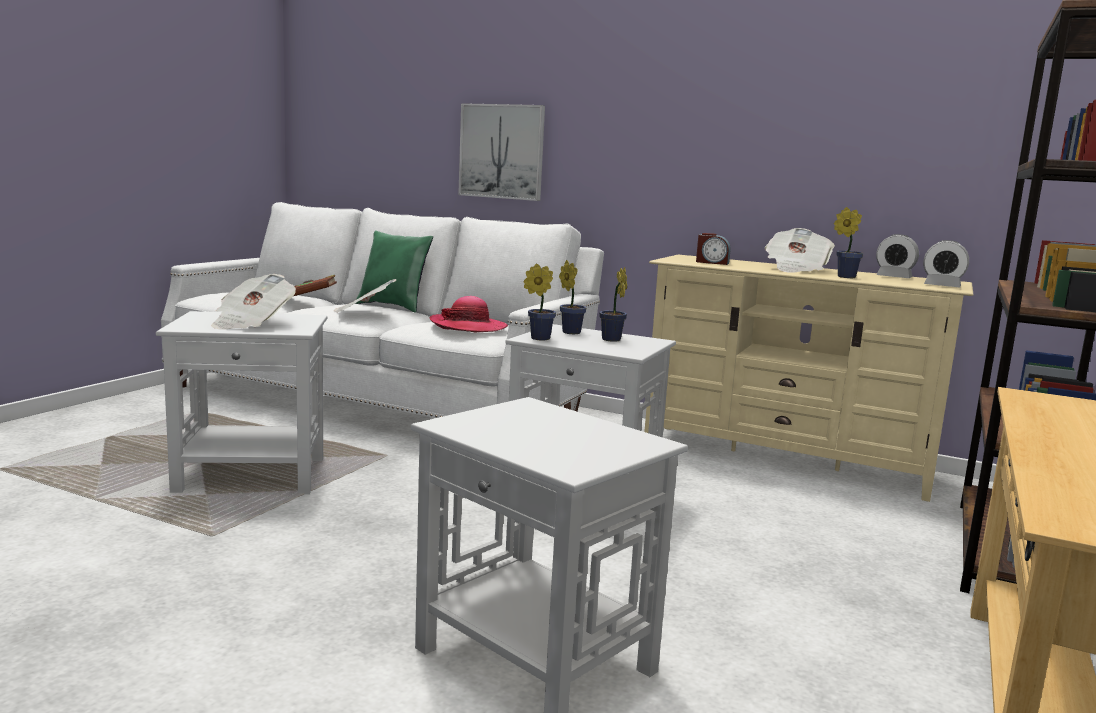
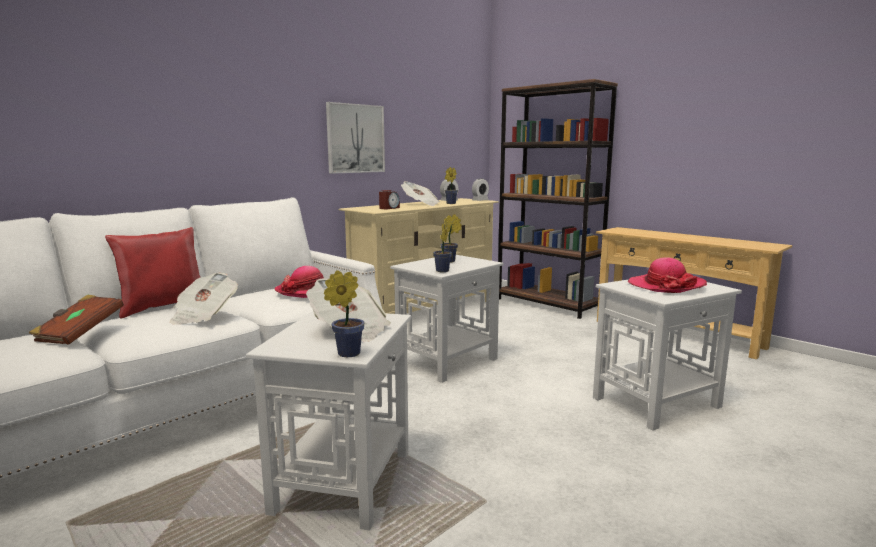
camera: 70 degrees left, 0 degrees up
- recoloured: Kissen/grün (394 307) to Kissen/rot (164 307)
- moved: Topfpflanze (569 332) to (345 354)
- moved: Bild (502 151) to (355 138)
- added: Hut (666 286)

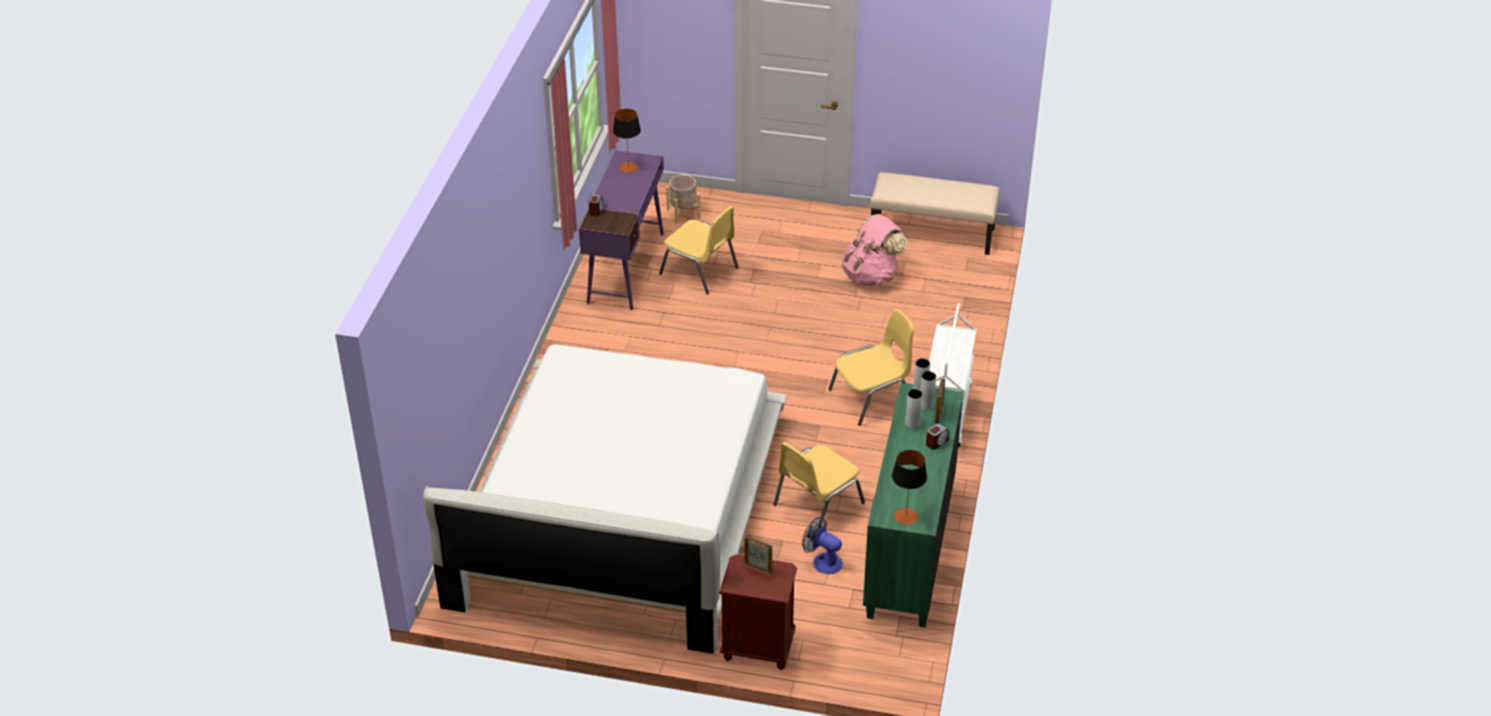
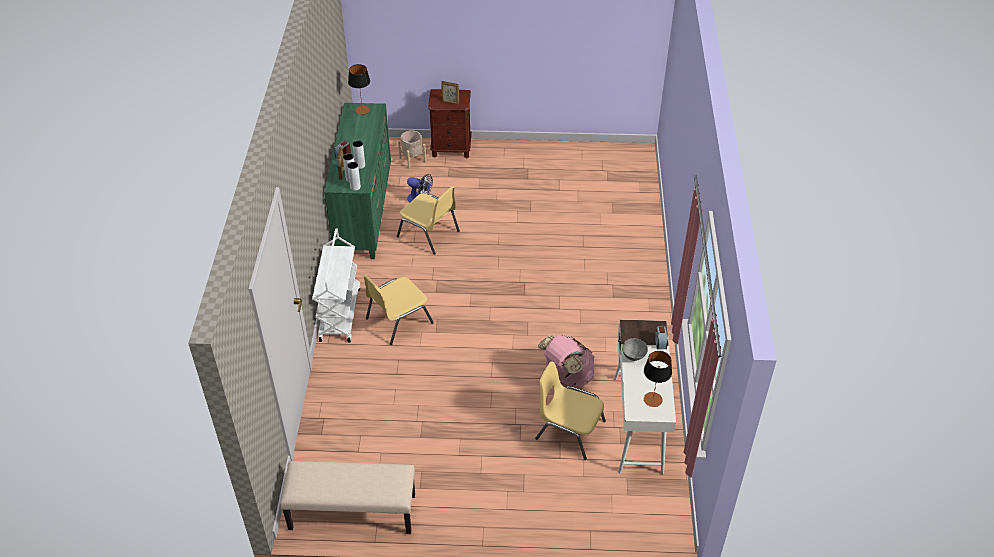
camera: 170 degrees right, 5 degrees up
- turned: Stuhl/gelb (816 504) = (429 234) 90 degrees clockwise
- moved: Pflanzkübel/beige (683 213) to (412 159)
- moved: Rucksack/rosa (871 275) to (567 375)
- recoloured: Schreibtisch/lila (626 267) to Schreibtisch/weiß (638 425)
- added: Schüssel/grau (634 355)
- removed: Bett/weiß (620 509)

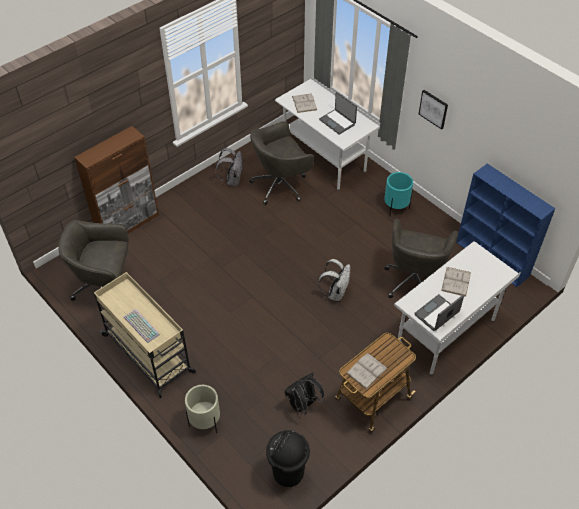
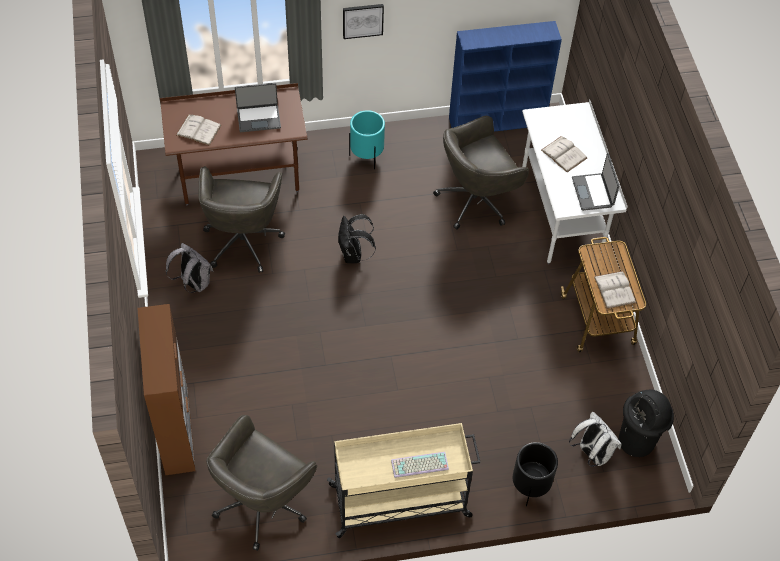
camera: 60 degrees left, 5 degrees up
- recoloured: Schreibtisch/weiß (324 160) to Schreibtisch/braun (239 177)
- moved: Rucksack/schwarz (303 405) to (353 255)
- turned: Bürostuhl/grau (414 280) = (476 200) 105 degrees clockwise
- recoloured: Pflanzkübel/beige (205 422) to Pflanzkübel/schwarz (530 487)
- moved: Rucksack/weiß (335 293) to (591 453)

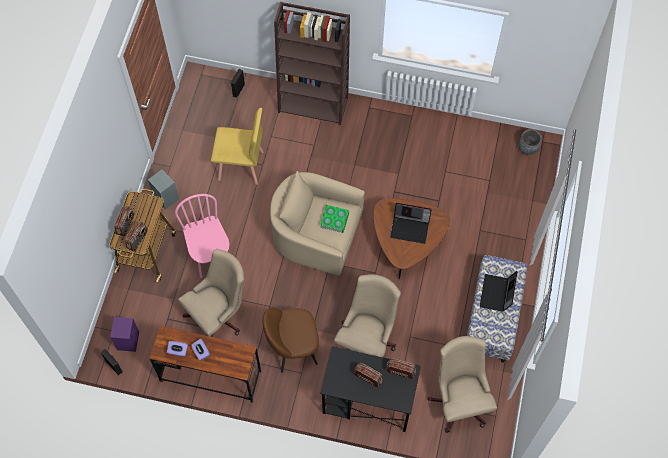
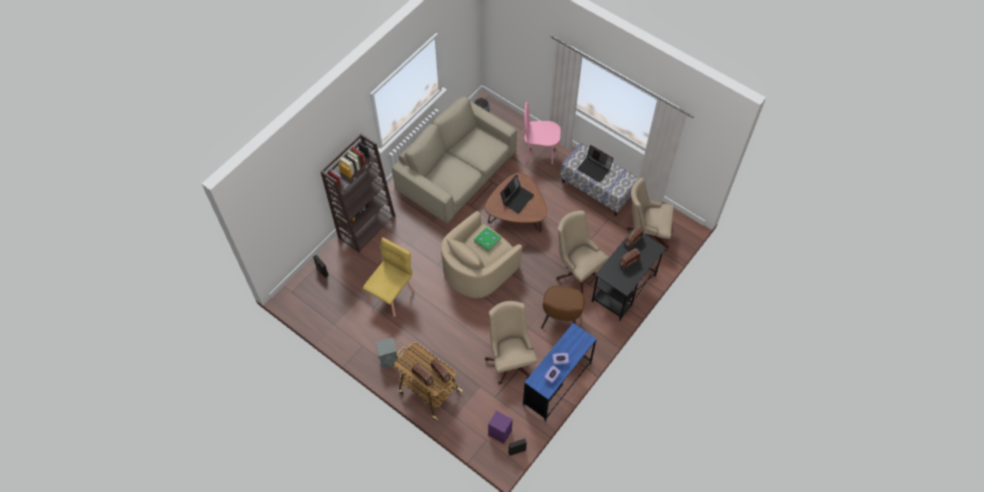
camera: 65 degrees left, 5 degrees down
- added: Sofa/beige (457 172)
- recoloured: Schreibtisch/braun (210 376) to Schreibtisch/blau (557 384)
- moved: Stuhl/rosa (210 257) to (539 153)

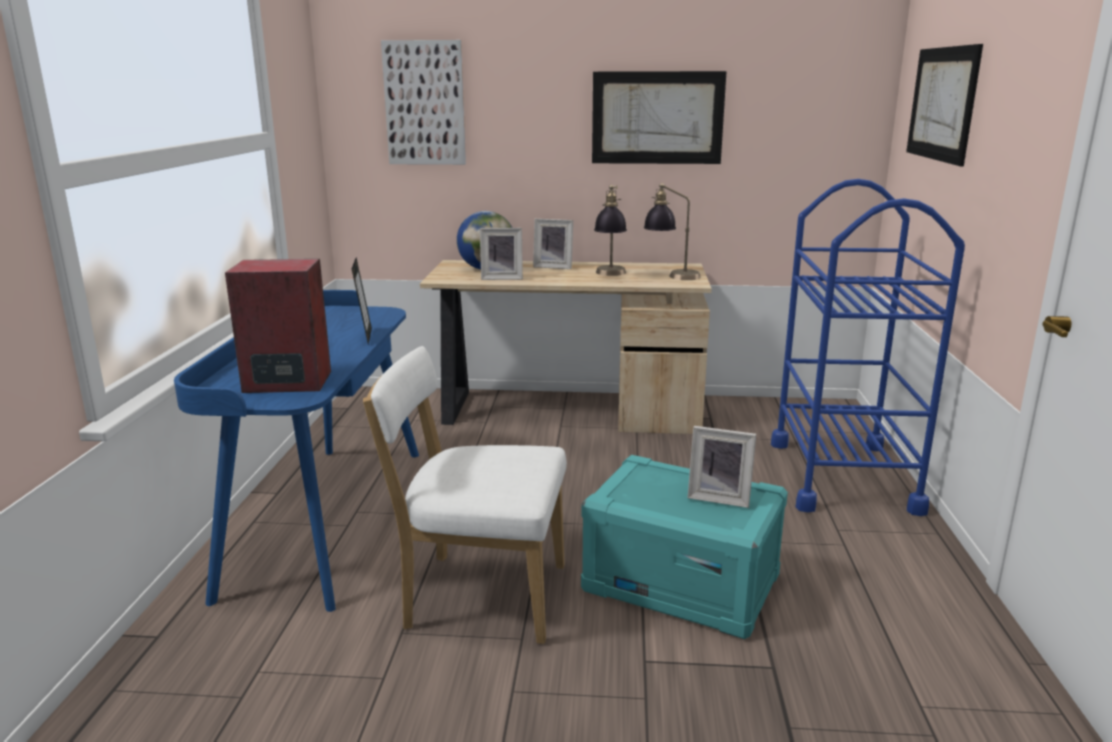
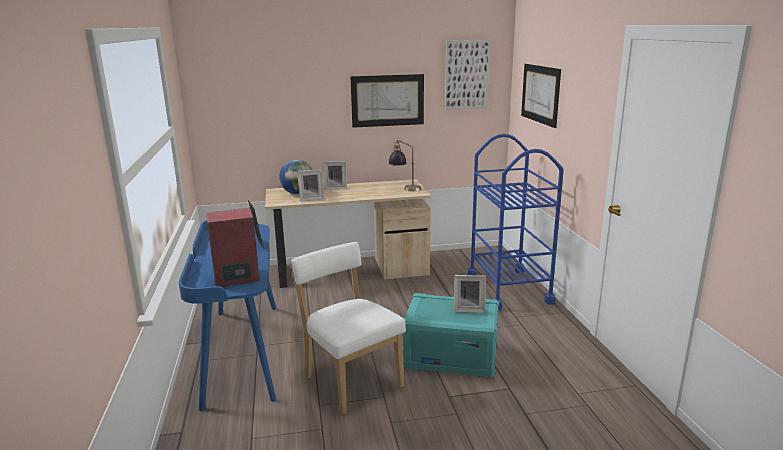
camera: 15 degrees left, 0 degrees up
- turned: Stuhl/weiß (478 596) = (350 379) 60 degrees clockwise
- moved: Bild (424 103) to (466 75)
- removed: Tischlampe (610 275)

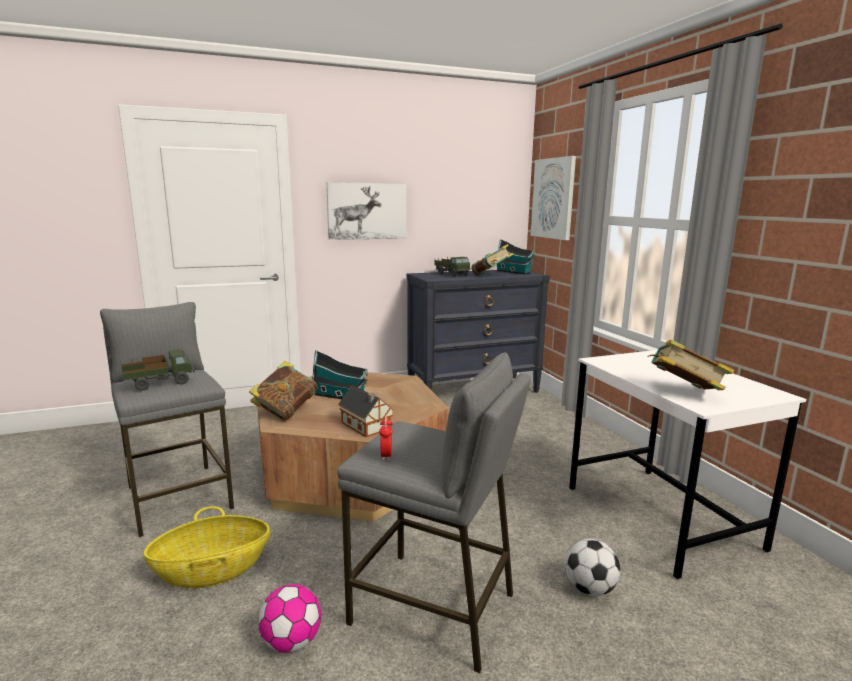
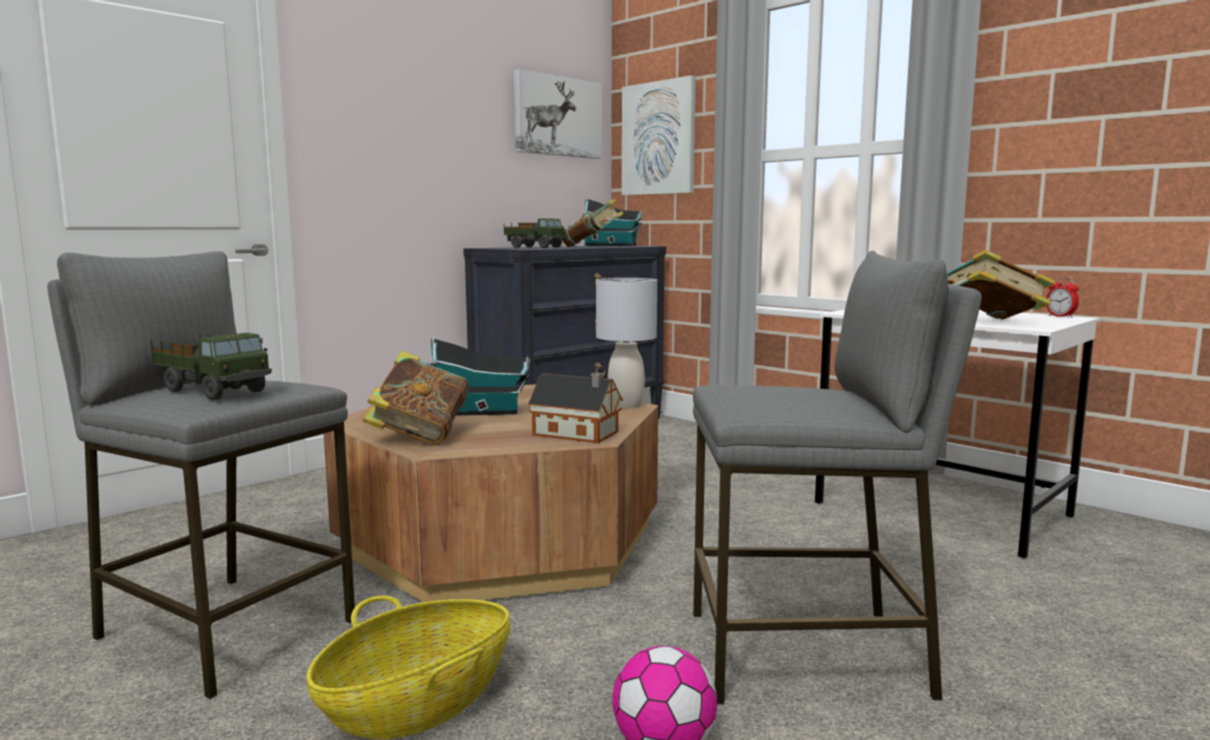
camera: 25 degrees left, 5 degrees down
- turned: Spielzeuglaster (159 383) = (213 391) 90 degrees clockwise
- moved: Bild (367 211) to (557 116)
- added: Tischlampe/grau (626 405)
- moved: Wecker (386 455) to (1060 316)
- removed: Fußball (589 589)

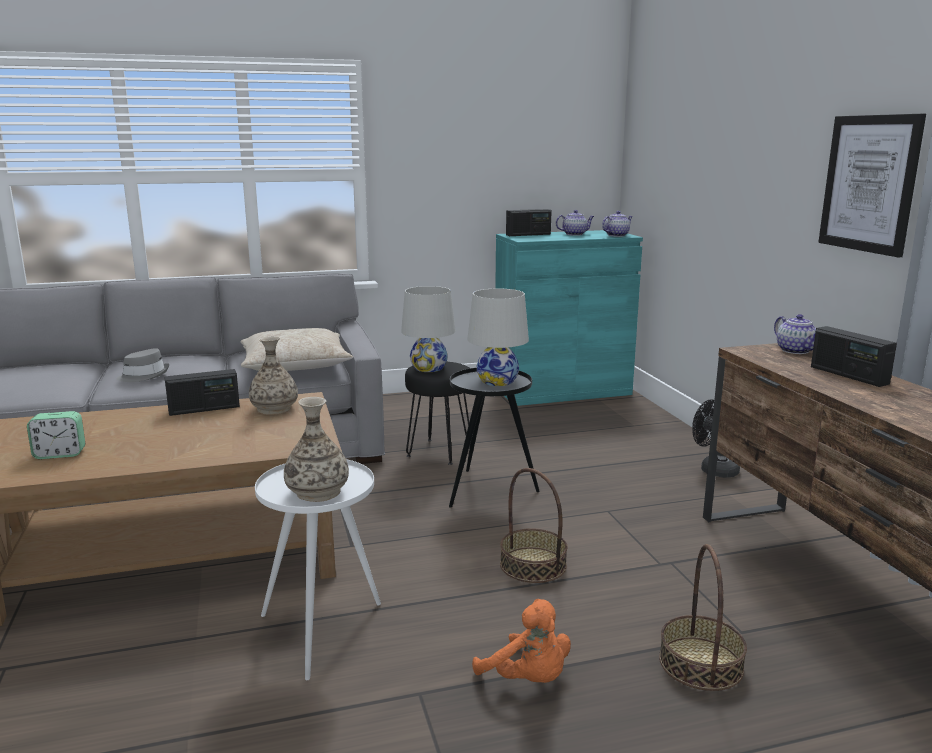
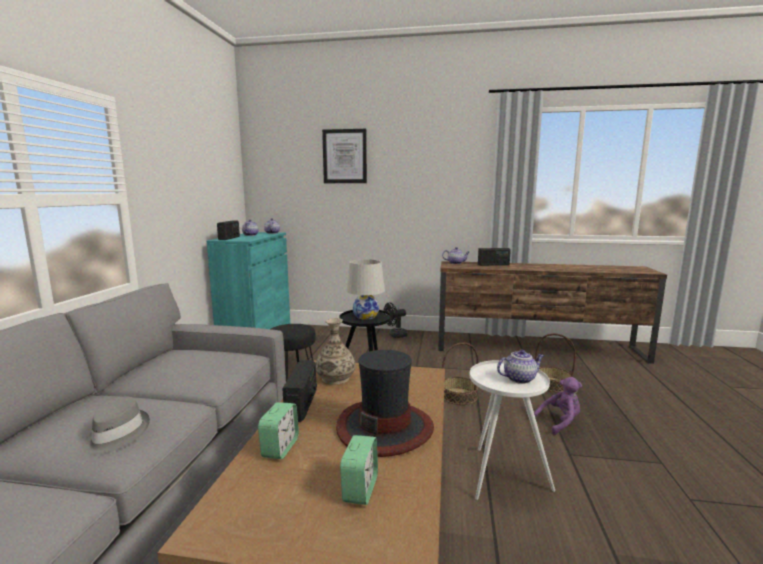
camera: 65 degrees left, 5 degrees down
- added: Wecker (280 448)
- moved: Bild (869 183) to (344 156)
- added: Hut (385 427)
- replaced: Vase (318 492) to Teekanne (520 378)
- recoloured: Plüschtier/orange (528 679) to Plüschtier/lila (560 422)
- removed: Kissen/beige (295 364)
- removed: Tischlampe/weiß (428 368)

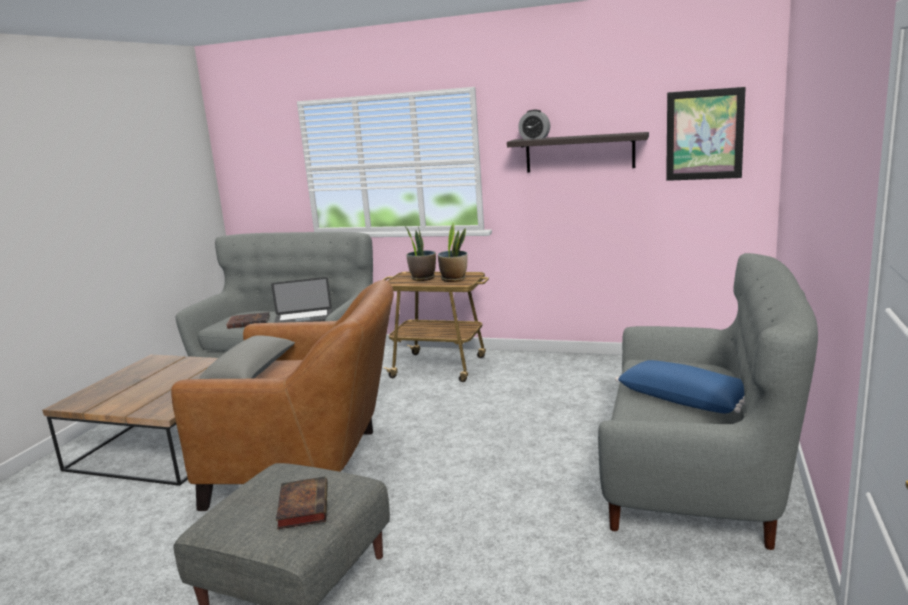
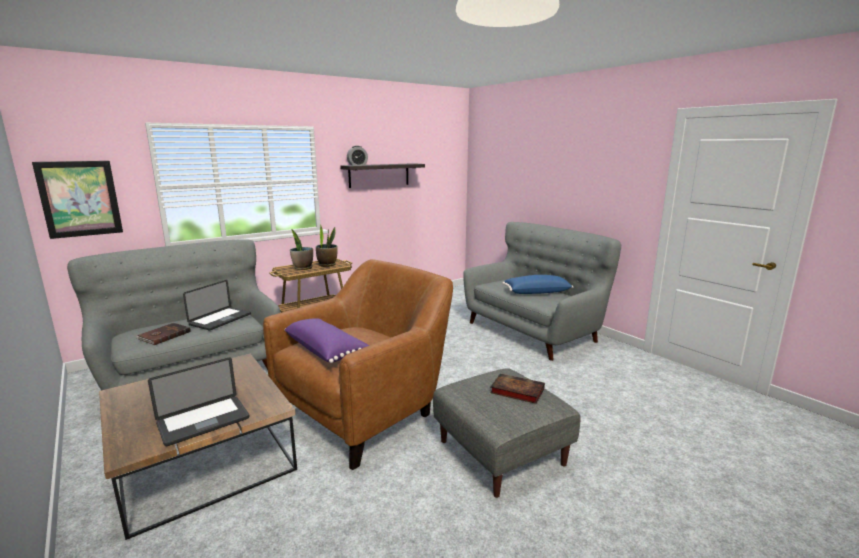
camera: 55 degrees left, 0 degrees up
- moved: Bild (704 135) to (80 199)
- added: Laptop (203 421)
- recoloured: Kissen/grau (252 375) to Kissen/lila (326 350)

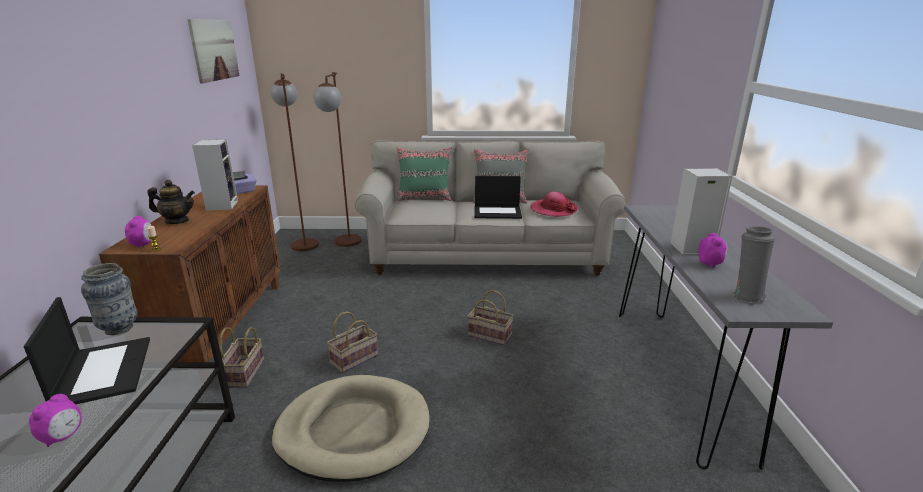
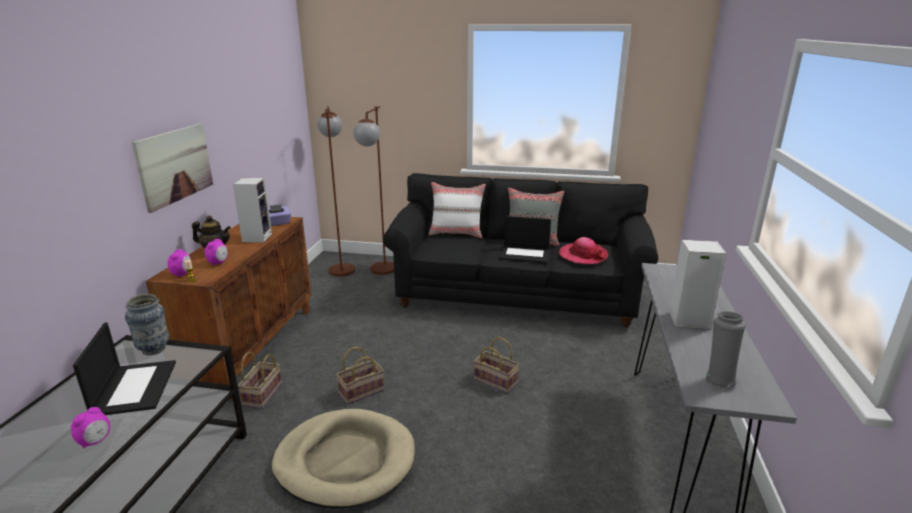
camera: 10 degrees right, 0 degrees up
- moved: Bild (214 50) to (175 165)
- moved: Wecker (710 264) to (218 263)
- recoloured: Sofa/beige (487 255) to Sofa/schwarz (516 295)
- recoloured: Kissen/grün (425 198) to Kissen/weiß (456 233)

